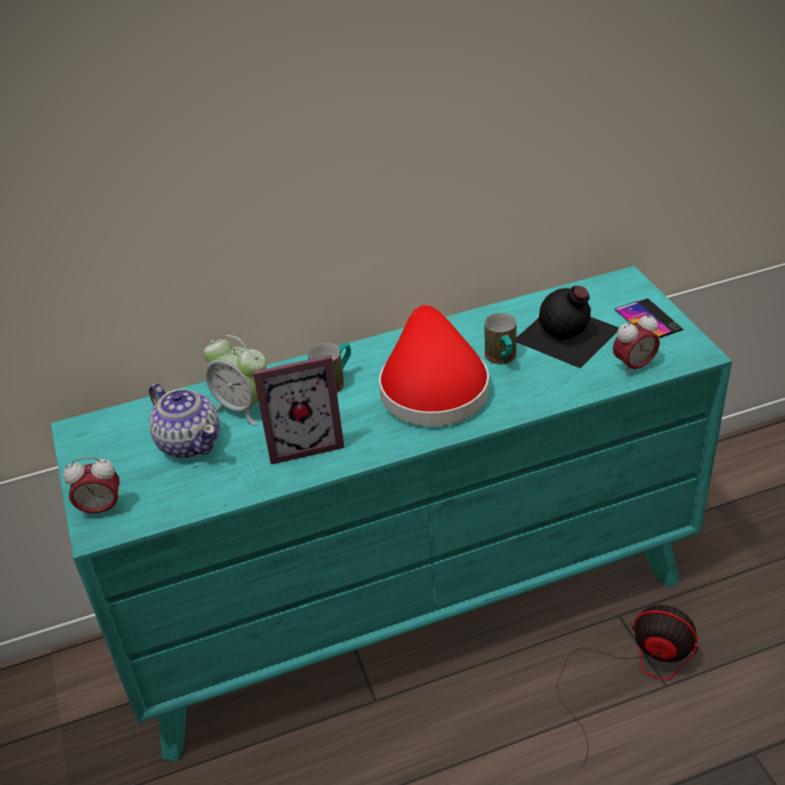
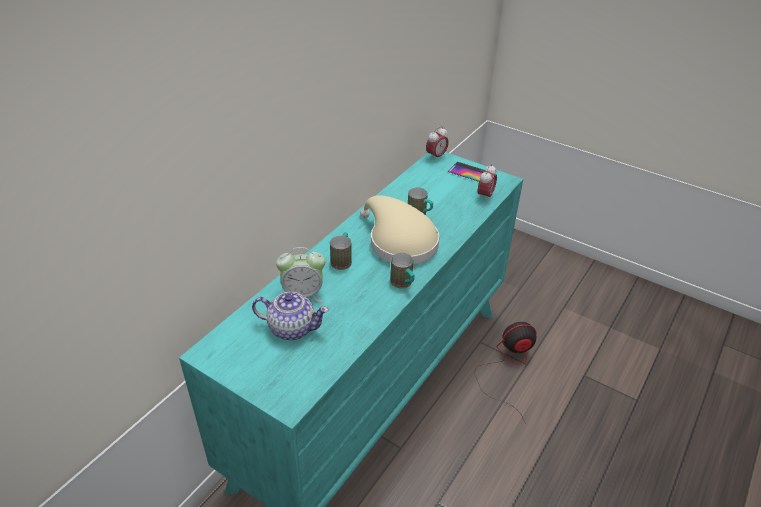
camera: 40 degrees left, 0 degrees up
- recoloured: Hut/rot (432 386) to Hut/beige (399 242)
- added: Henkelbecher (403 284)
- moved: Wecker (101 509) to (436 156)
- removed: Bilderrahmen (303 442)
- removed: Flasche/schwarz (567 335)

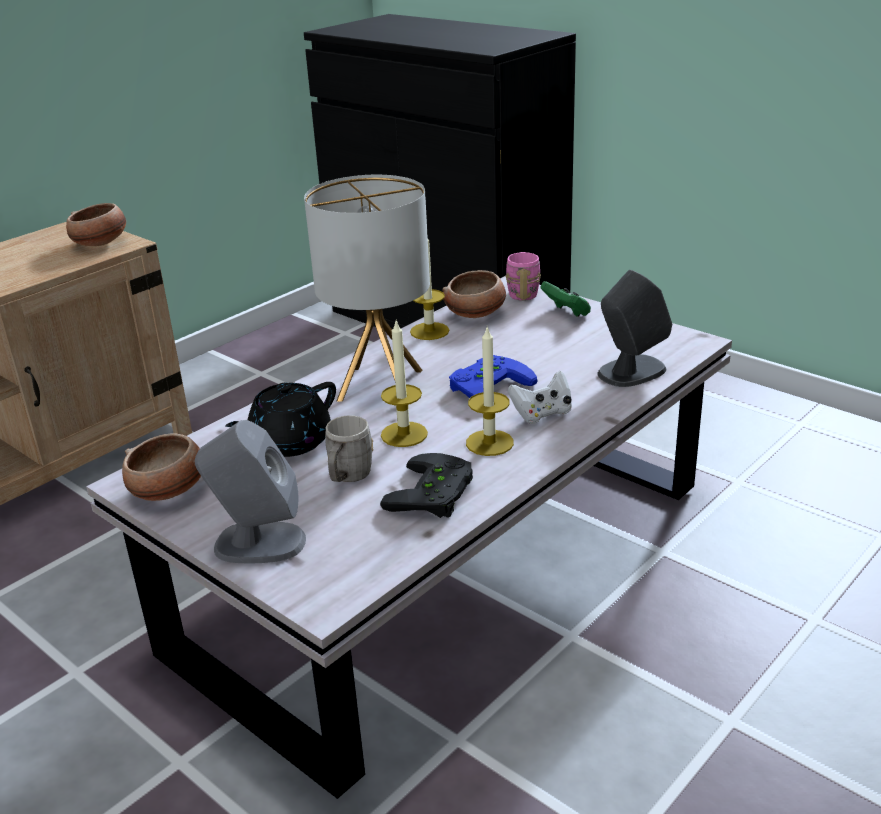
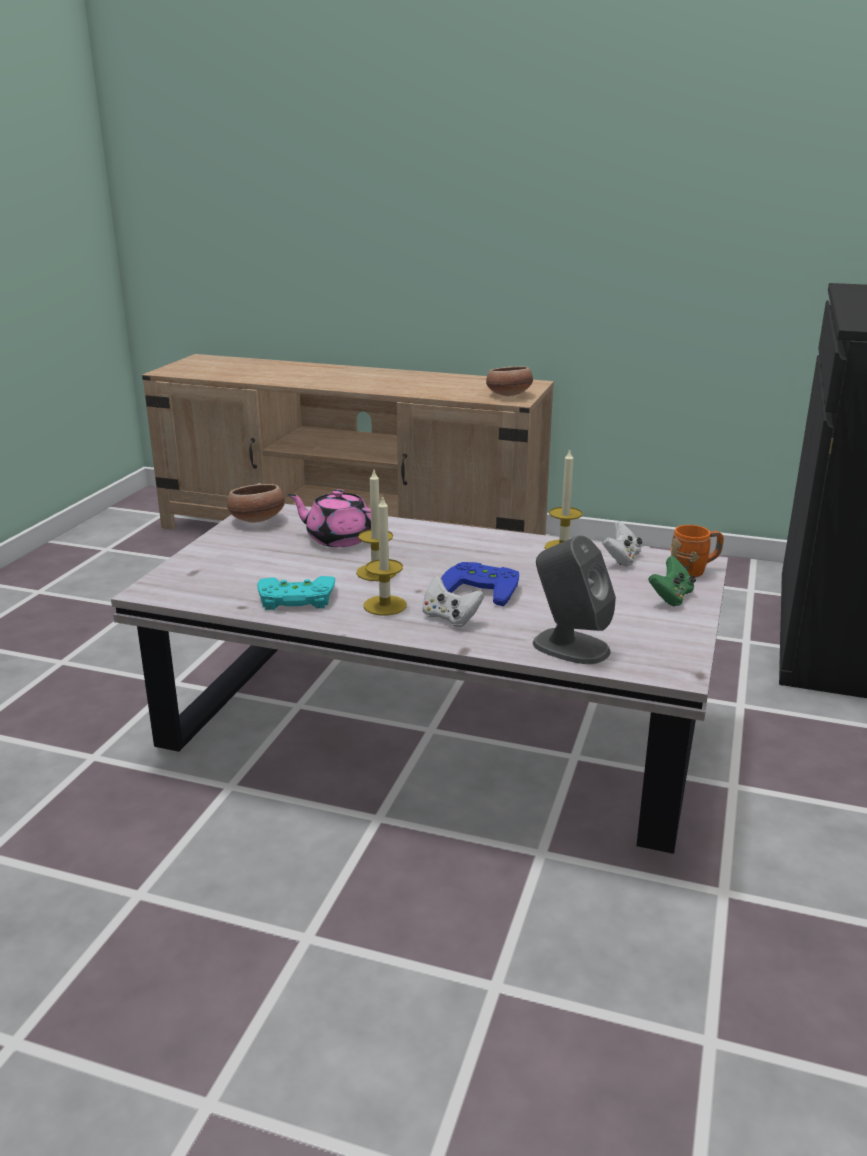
camera: 65 degrees right, 5 degrees down
- recoloured: Gamepad/schwarz (436 494) to Gamepad/türkis (295 599)
- recoloured: Teekanne/schwarz (289 442) to Teekanne/rosa (338 538)
- replaced: Schüssel (476 313) to Gamepad/weiß (621 559)
- recoloured: Henkelbecher/rosa (523 292) to Henkelbecher/orange (694 570)
- removed: Lautsprecher/grau (258 543)
- removed: Tischlampe (380 385)
- removed: Henkelbecher/grau (348 477)

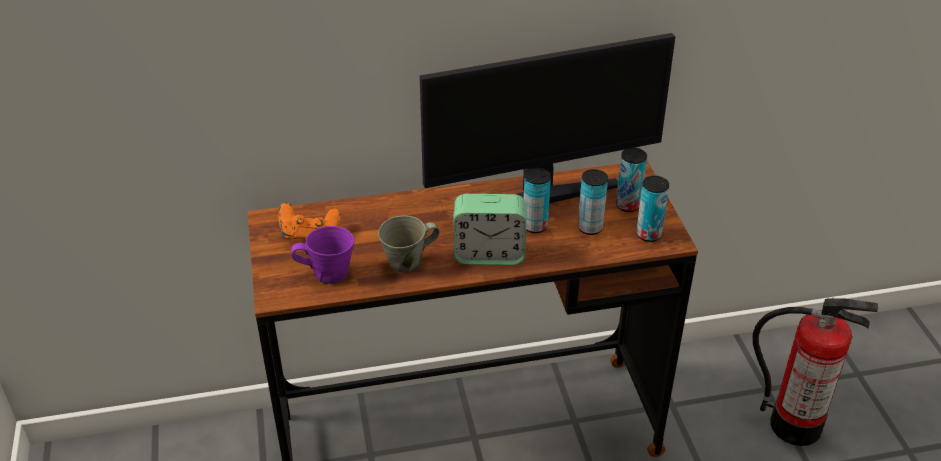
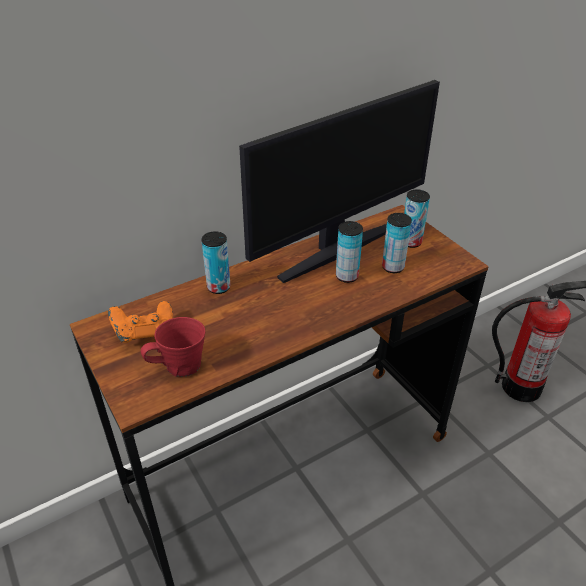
camera: 20 degrees left, 0 degrees up
- recoloured: Henkelbecher/lila (328 273) to Henkelbecher/rot (180 366)
- moved: Dose (648 234) to (218 287)
- removed: Henkelbecher/grau (407 262)
- removed: Wecker (489 254)

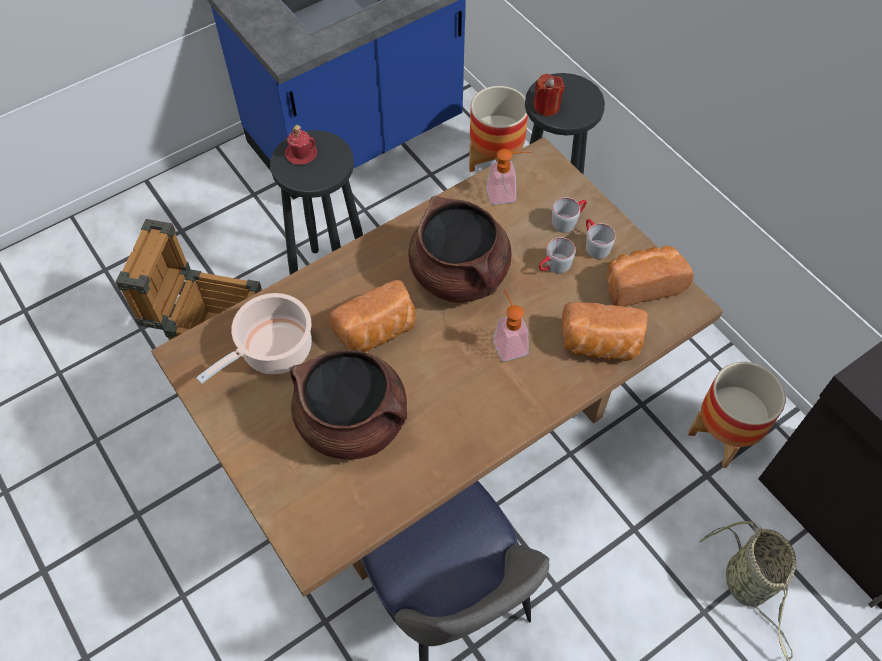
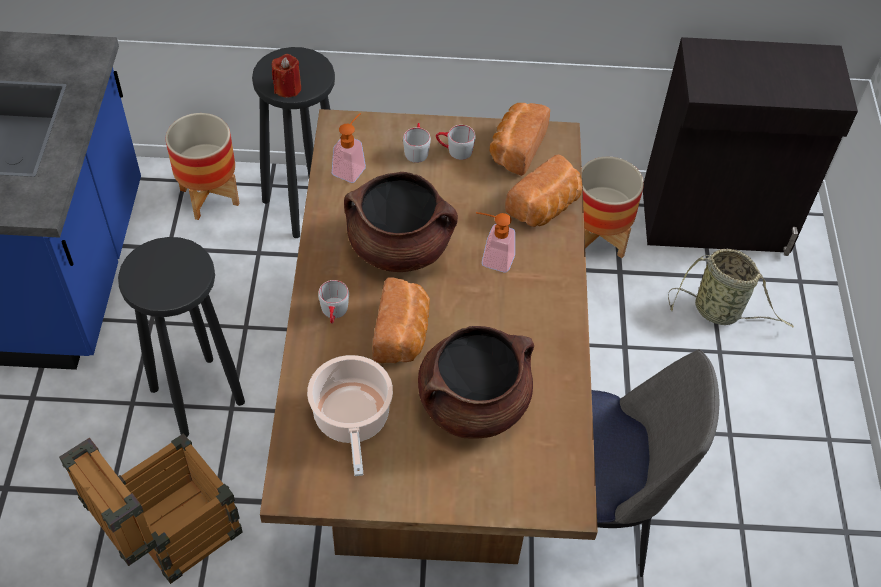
camera: 55 degrees left, 5 degrees down
- moved: Henkelbecher/grau (553 267) to (334 313)
- removed: Henkelbecher/rot (301 153)

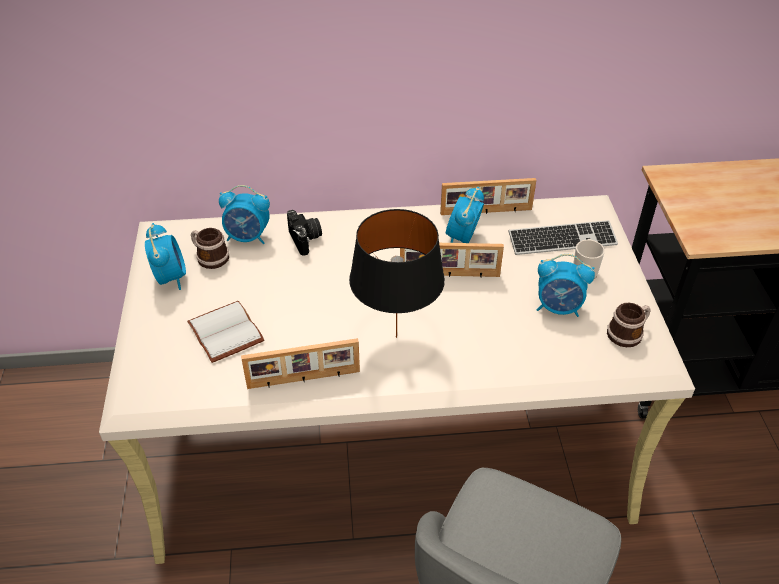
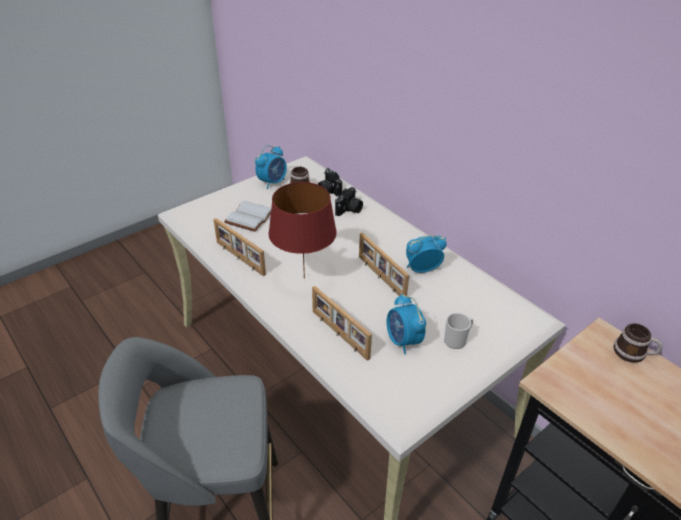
camera: 55 degrees right, 5 degrees down
- recoloured: Tischlampe/schwarz (397 337) to Tischlampe/rot (304 279)
- moved: Bilderrahmen (486 212) to (339 335)
- replaced: Wecker (248 237) to Kamera (328 191)
- moved: Henkelbecher (628 333) to (634 353)
- removed: Tastatur (562 240)

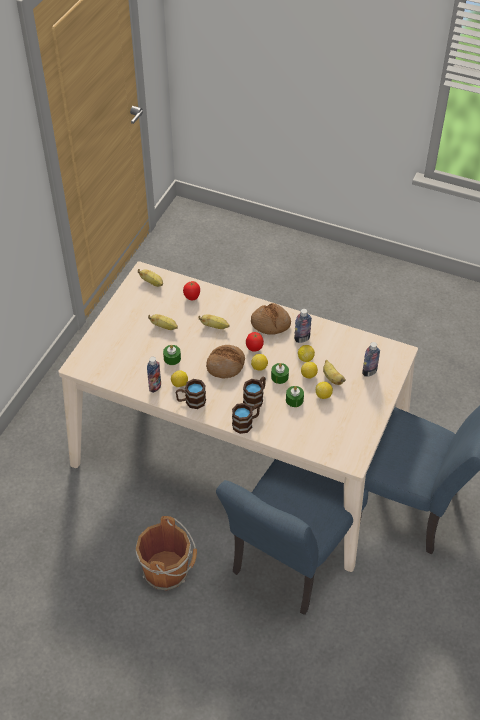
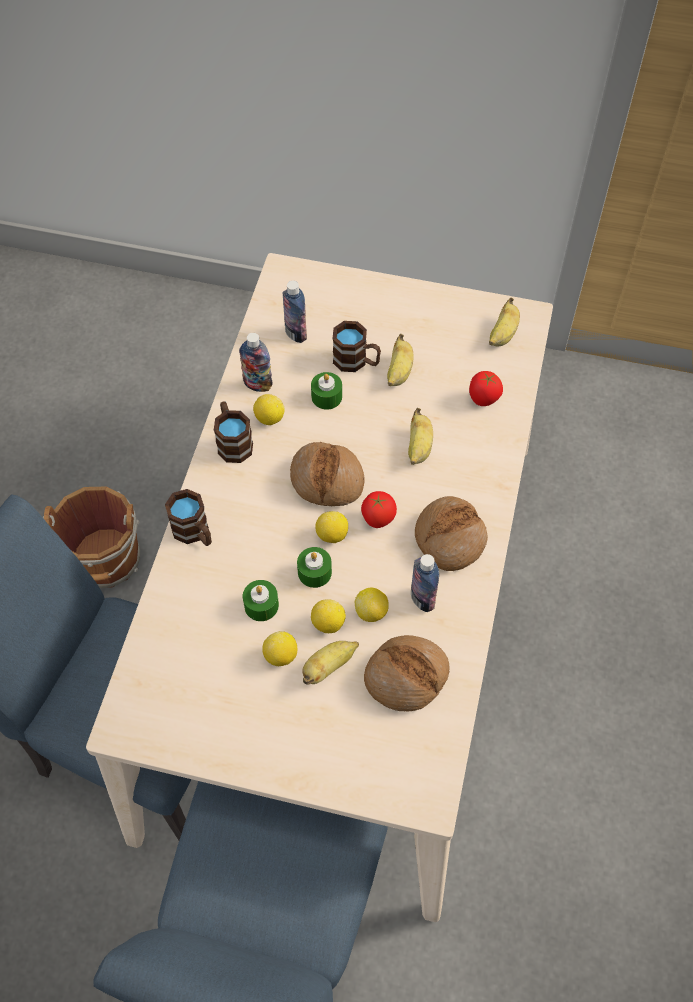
camera: 80 degrees right, 10 degrees up
- moved: Flasche (369 372) to (295 333)
- moved: Henkelbecher/braun (255 398) to (356 361)
- added: Brot (406 676)

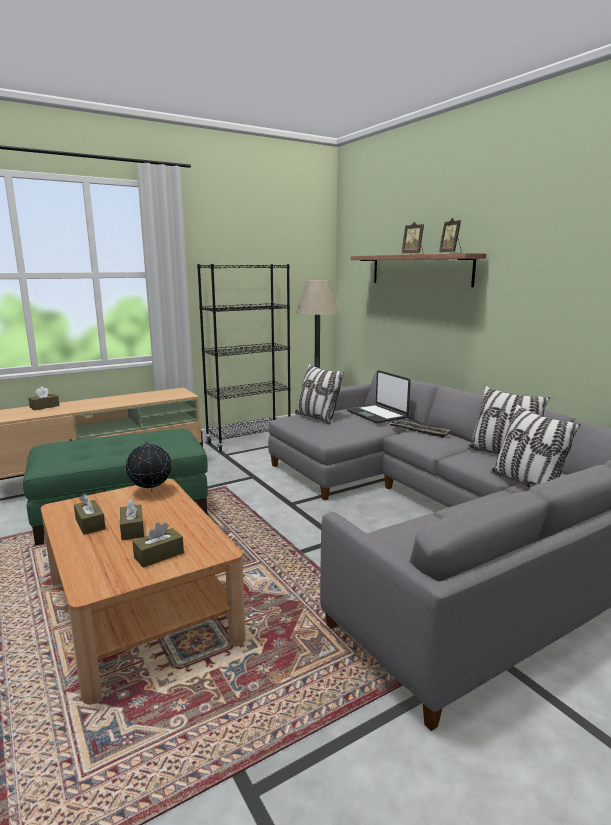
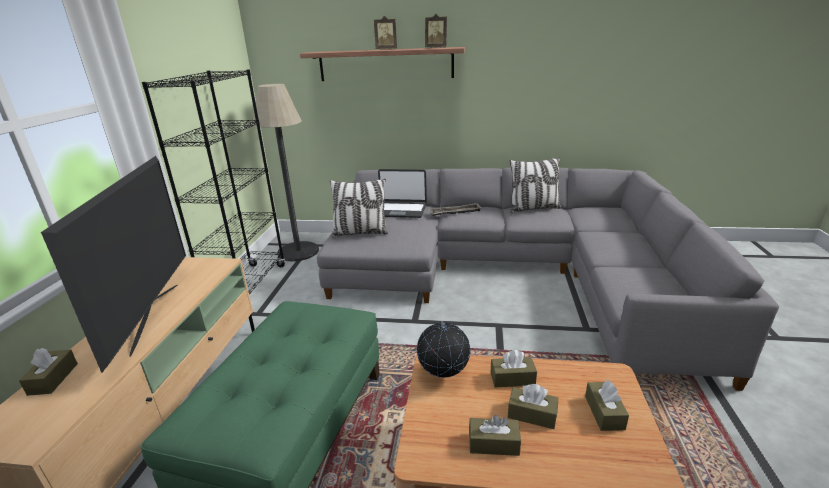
camera: 50 degrees left, 10 degrees up
- added: Fernseher (154 316)
- added: Taschentuchbox/braun (512 379)
- removed: Kissen (526 484)

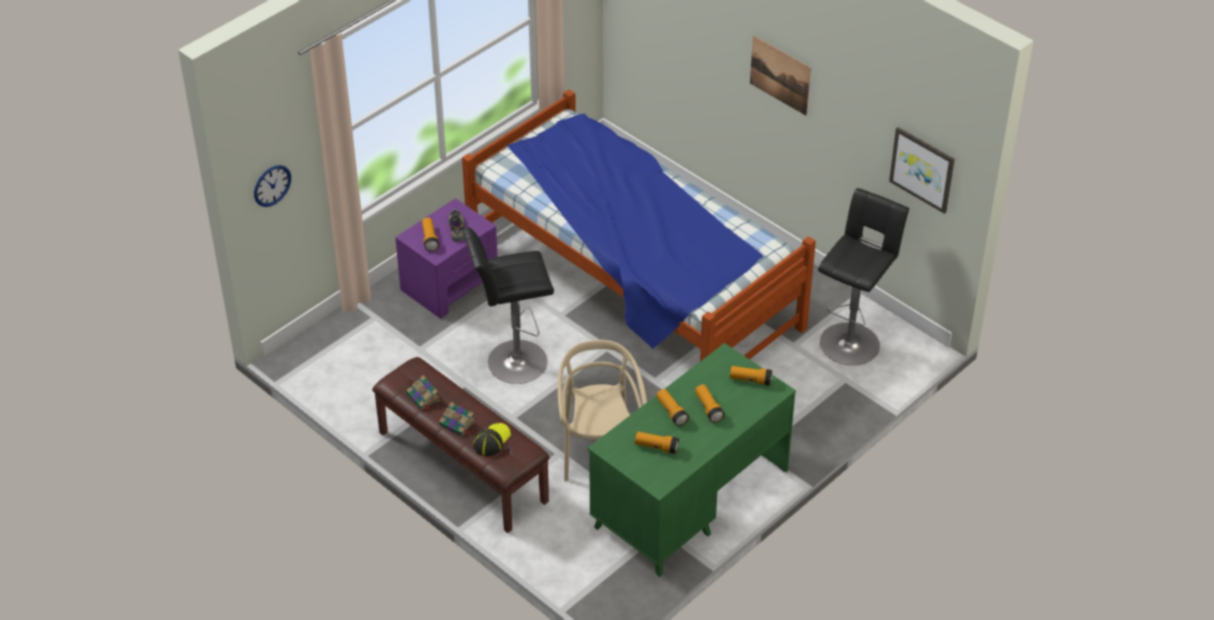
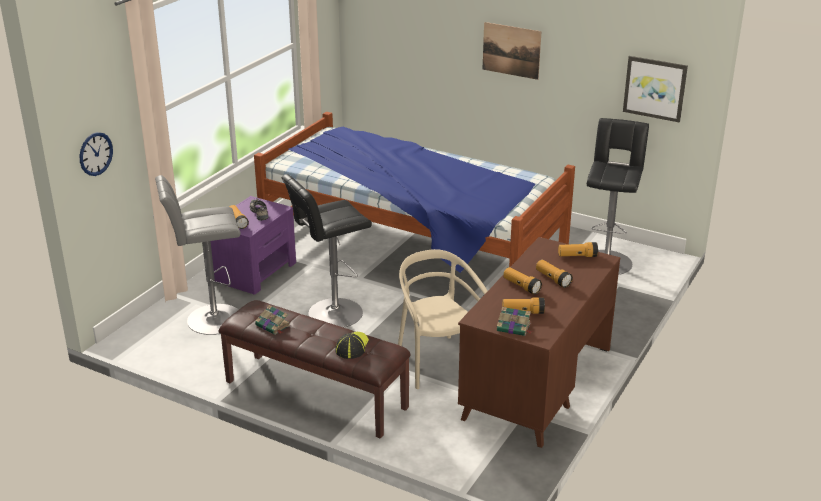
camera: 15 degrees left, 15 degrees down
- added: Hocker/grau (210 320)
- recoloured: Schreibtisch/grün (690 500) to Schreibtisch/braun (537 385)
- moved: Buch (458 424) to (514 328)

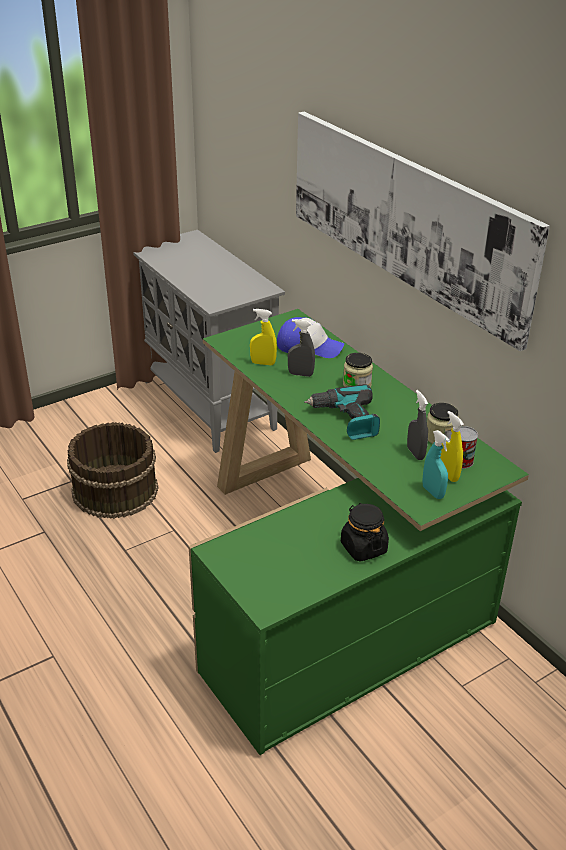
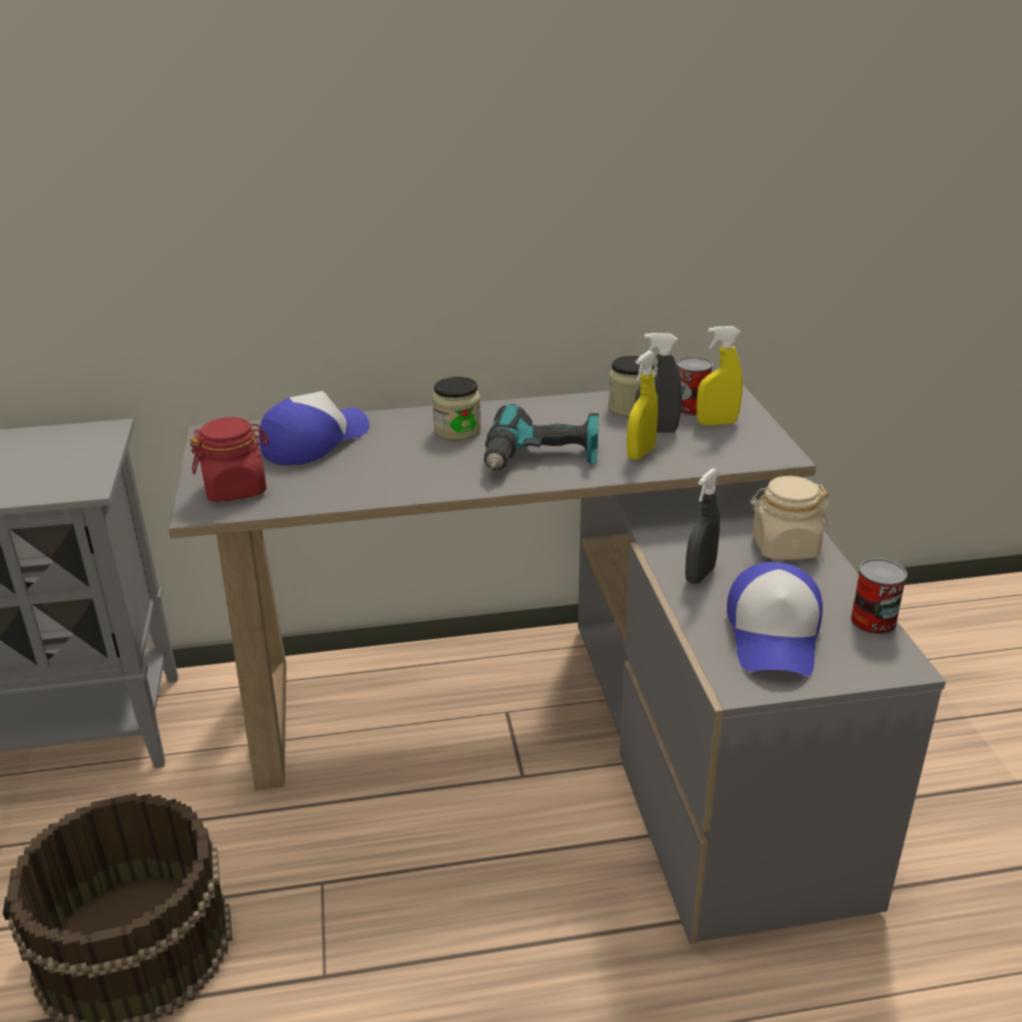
camera: 65 degrees left, 5 degrees down
- recoloured: Schreibtisch/grün (329 579) to Schreibtisch/grau (559 728)
- added: Vorratsglas/rot (236 489)
- moved: Sprühflasche/gelb (263 363) to (640 453)
- moved: Sprühflasche/grau (300 374) to (700 575)
- added: Kappe (774 635)
- recoloured: Vorratsglas/schwarz (363 548) to Vorratsglas/beige (784 547)
- added: Dose (873 621)
- removed: Bild (405 219)
- removed: Sprühflasche/türkis (433 492)

